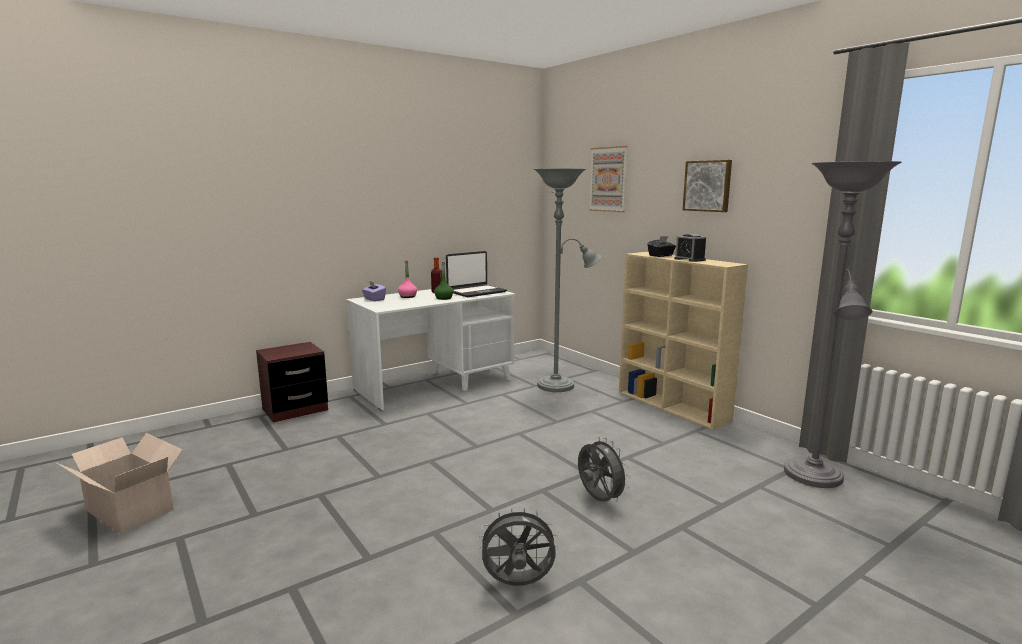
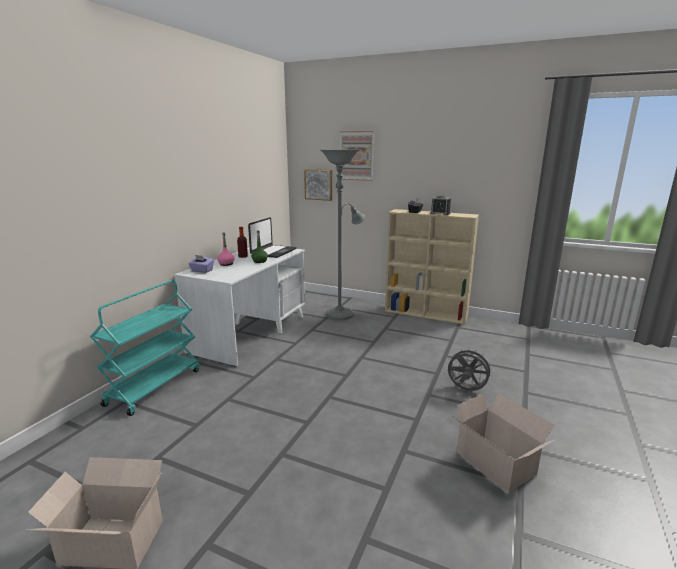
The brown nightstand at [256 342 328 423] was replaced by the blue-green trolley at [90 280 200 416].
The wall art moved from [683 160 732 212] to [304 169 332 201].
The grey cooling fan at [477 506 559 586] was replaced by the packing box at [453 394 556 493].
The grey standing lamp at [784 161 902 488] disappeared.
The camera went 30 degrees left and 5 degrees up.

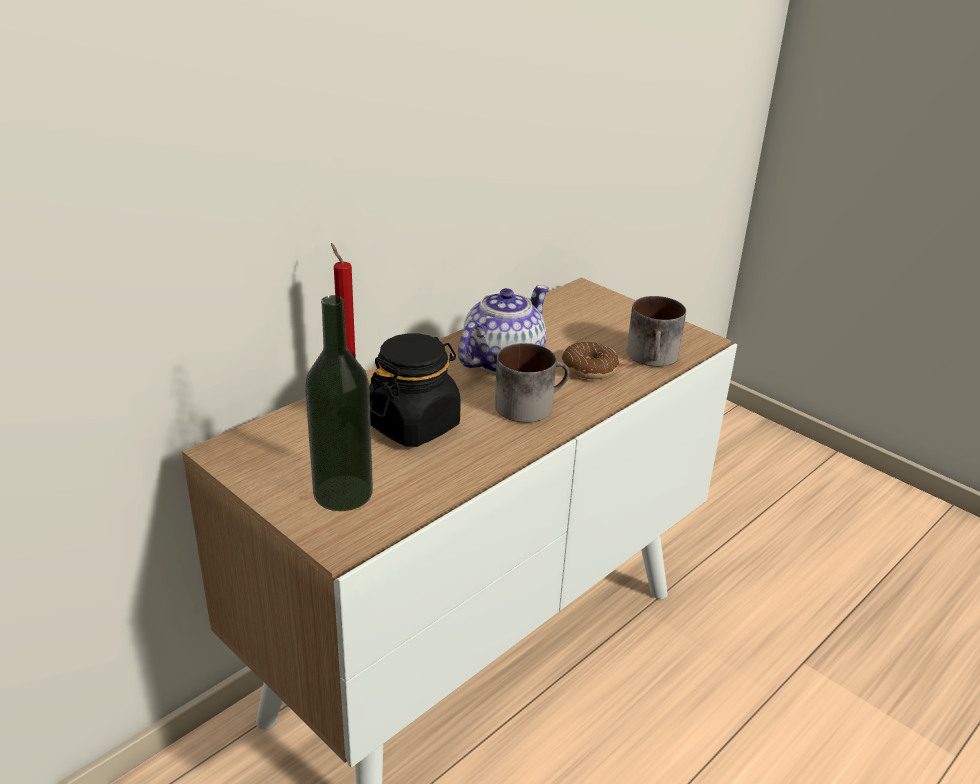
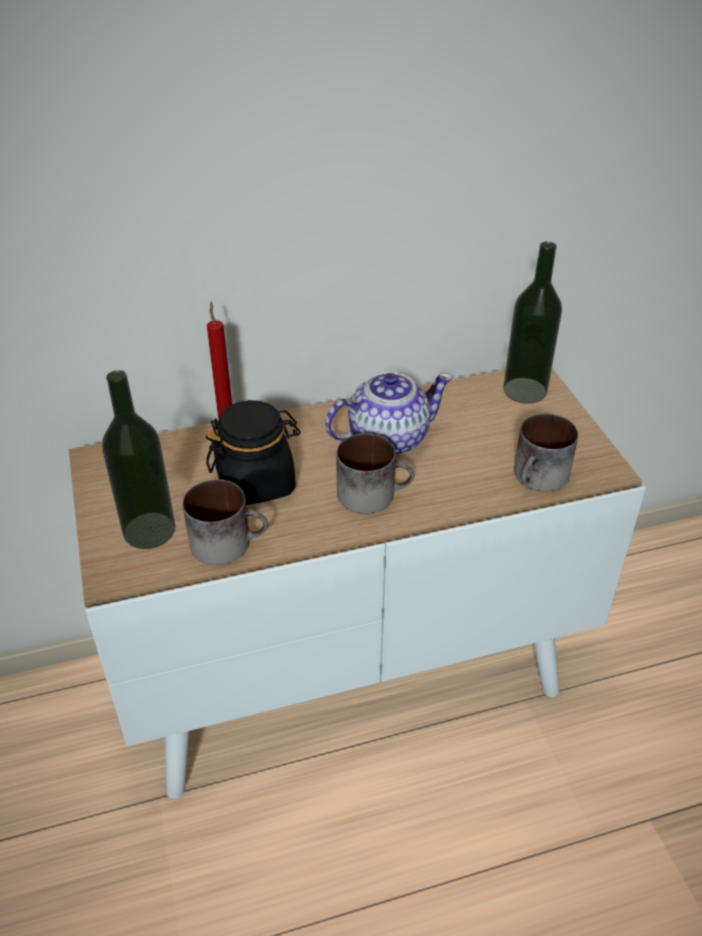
The coffee mug at [183 479 268 565] appeared.
The beverage bottle at [503 241 562 404] appeared.
The ring doughnut at [562 342 619 379] disappeared.
The camera went 30 degrees right and 10 degrees up.

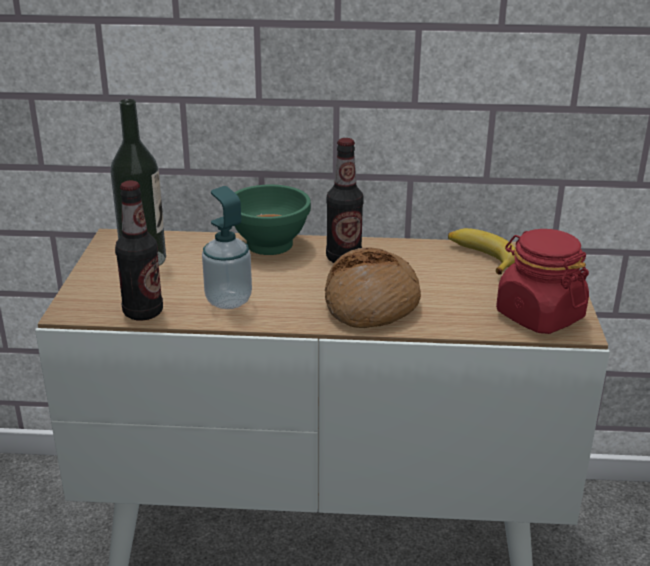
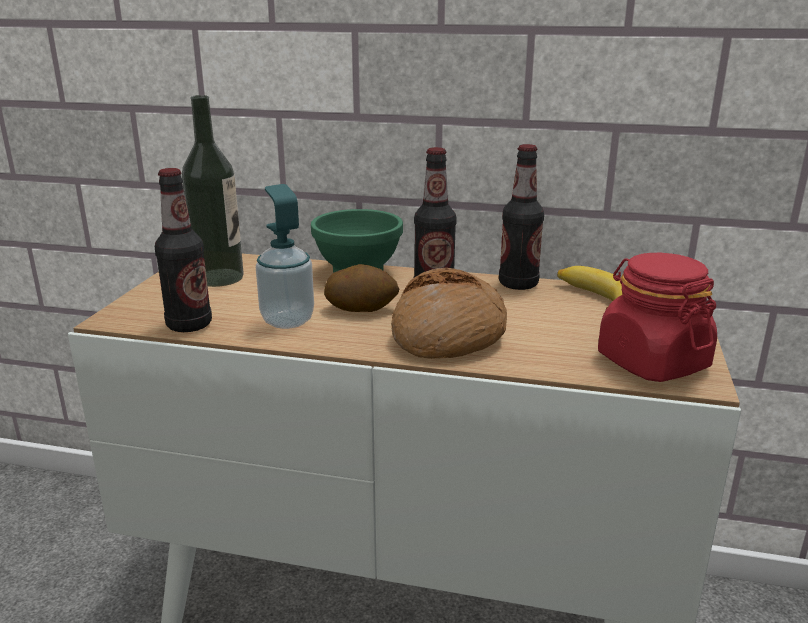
The spud at [324 264 399 312] appeared.
The beverage bottle at [499 144 544 290] appeared.
The camera went 10 degrees right and 5 degrees down.

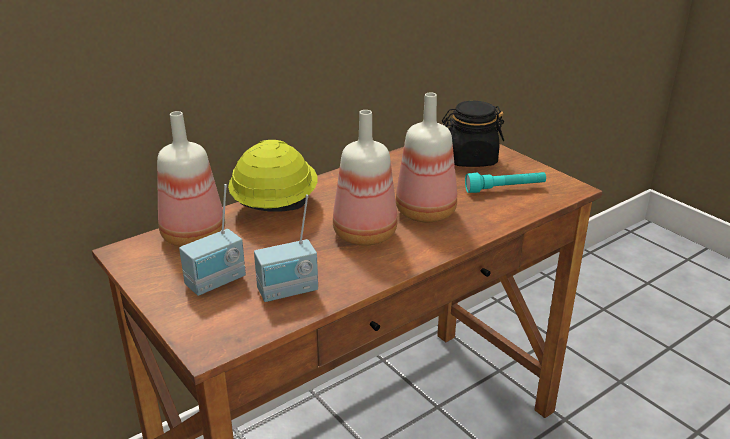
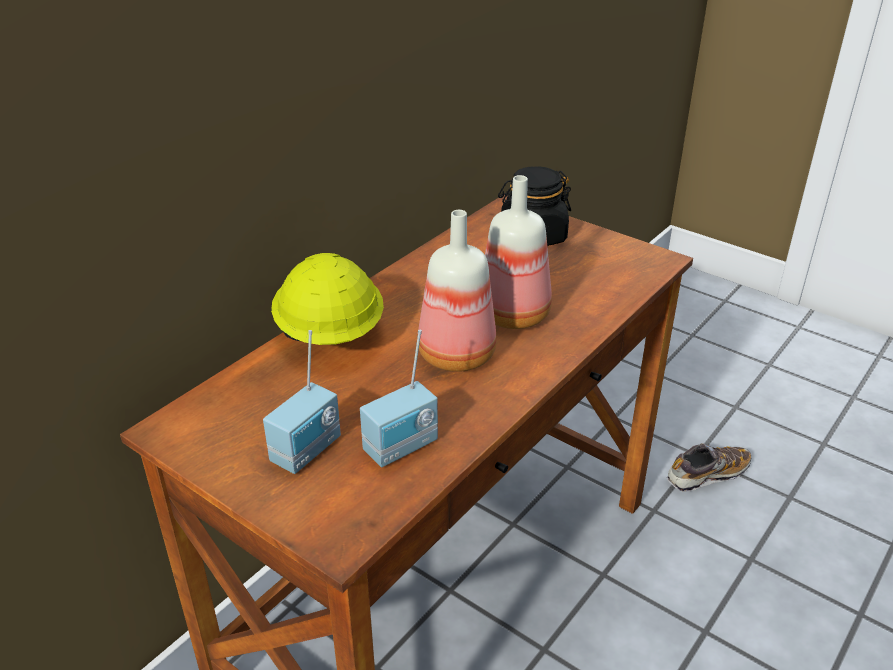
The item of footwear at [666 443 751 492] appeared.
The beverage bottle at [157 111 225 247] disappeared.
The blue-green flashlight at [465 172 546 193] disappeared.
The camera went 15 degrees left and 5 degrees up.

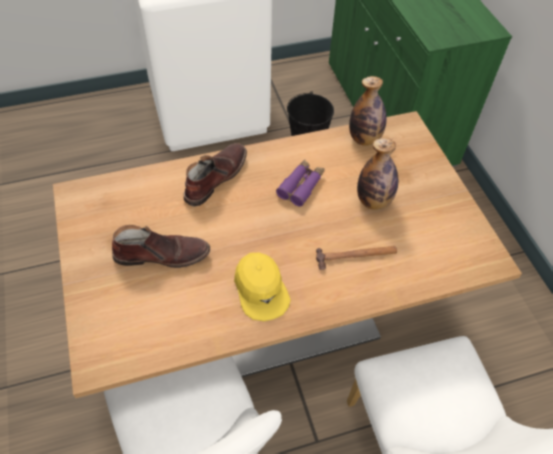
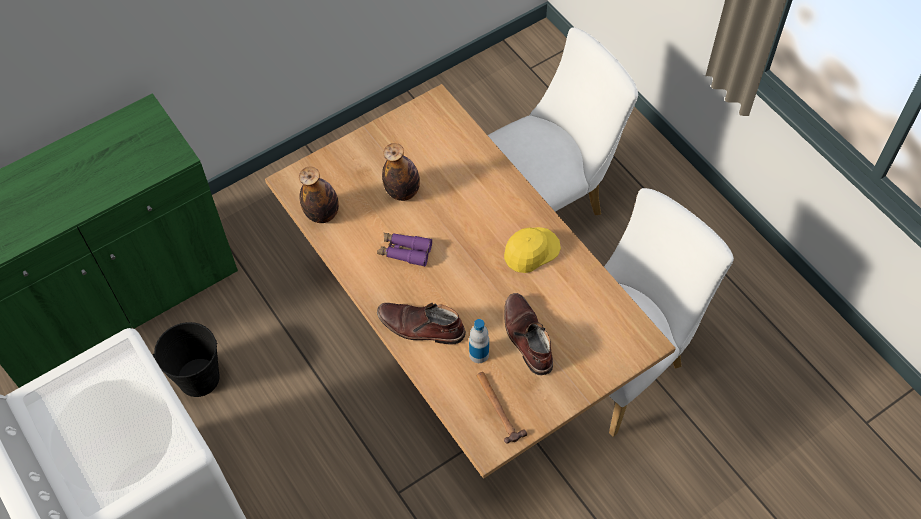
The beverage bottle at [469 319 489 363] appeared.
The hammer moved from [316 246 397 270] to [477 372 527 443].
The camera went 105 degrees left and 5 degrees up.

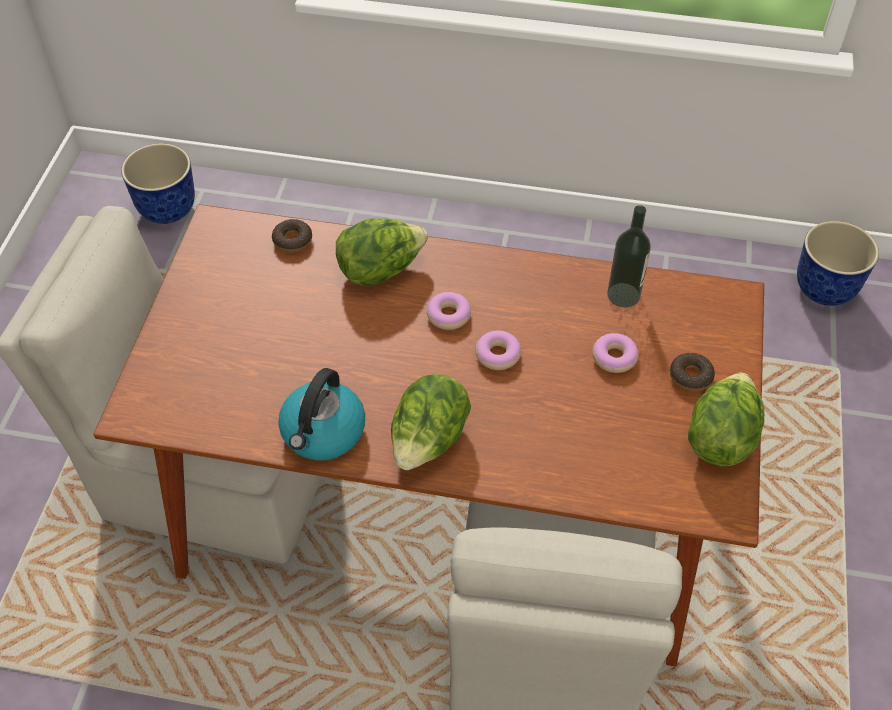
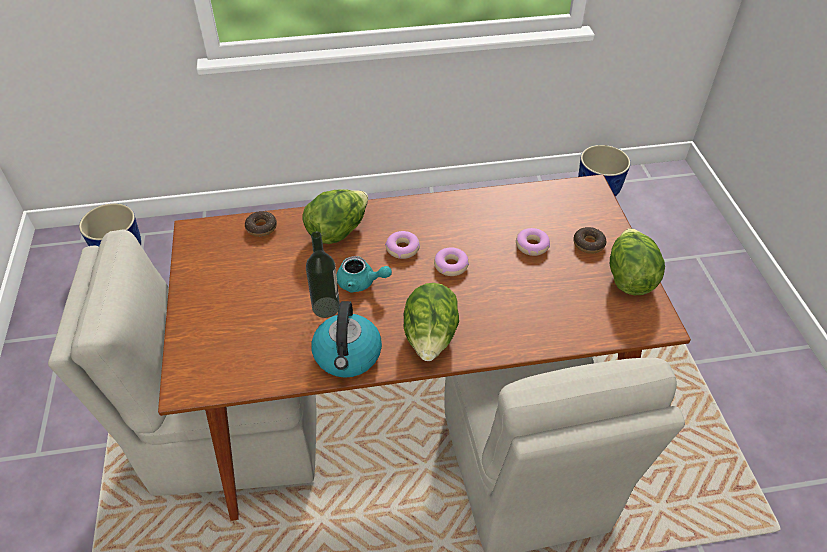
The beverage bottle moved from [607 205 651 307] to [306 231 340 318].
The blue-green teapot at [337 256 392 293] appeared.
The camera went 20 degrees left and 5 degrees down.

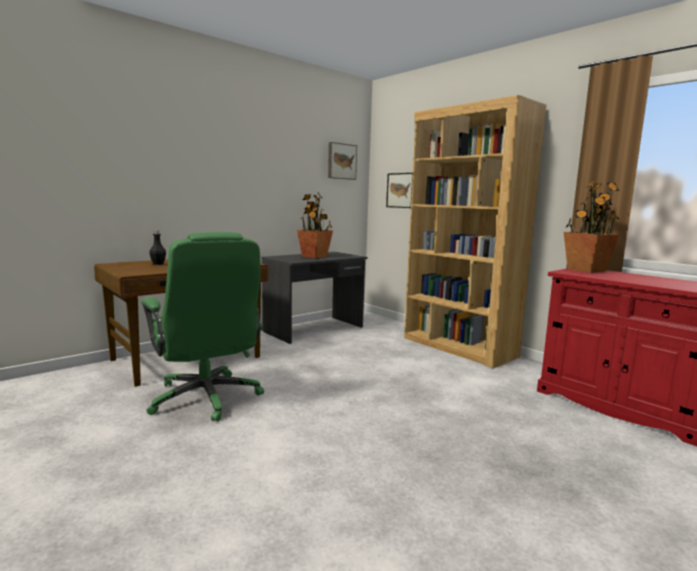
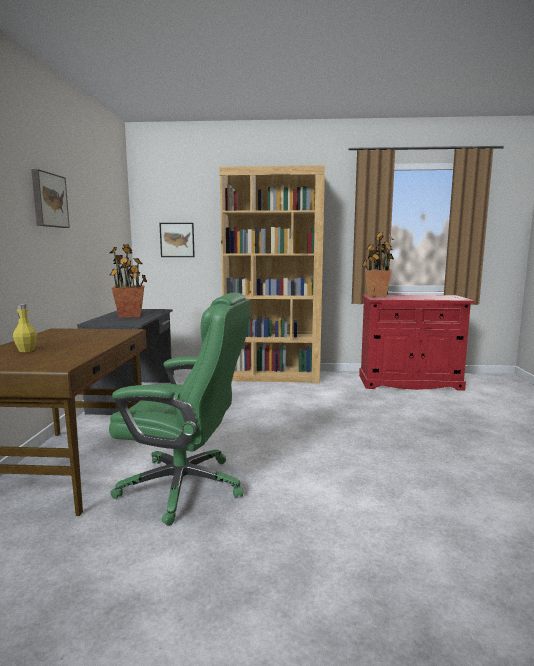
The blackish beverage bottle at [149 230 166 265] became the yellow-coloured beverage bottle at [13 304 37 352].
The wall art moved from [328 142 357 180] to [31 169 70 228].
The camera went 45 degrees left and 0 degrees up.

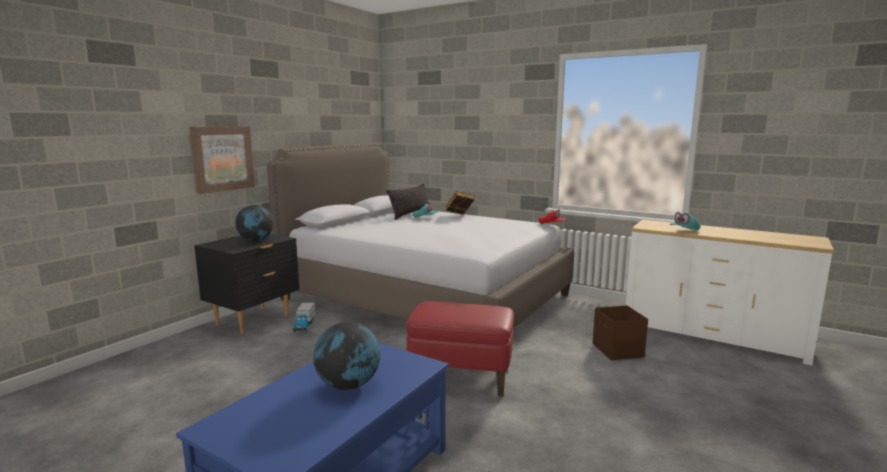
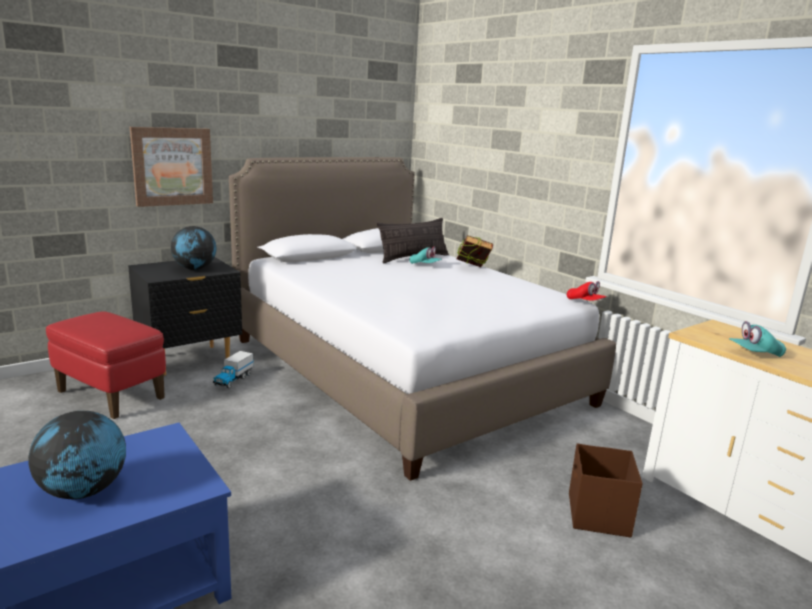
The red-coloured ottoman moved from [407 301 514 396] to [46 311 166 419].
The camera went 20 degrees right and 5 degrees up.

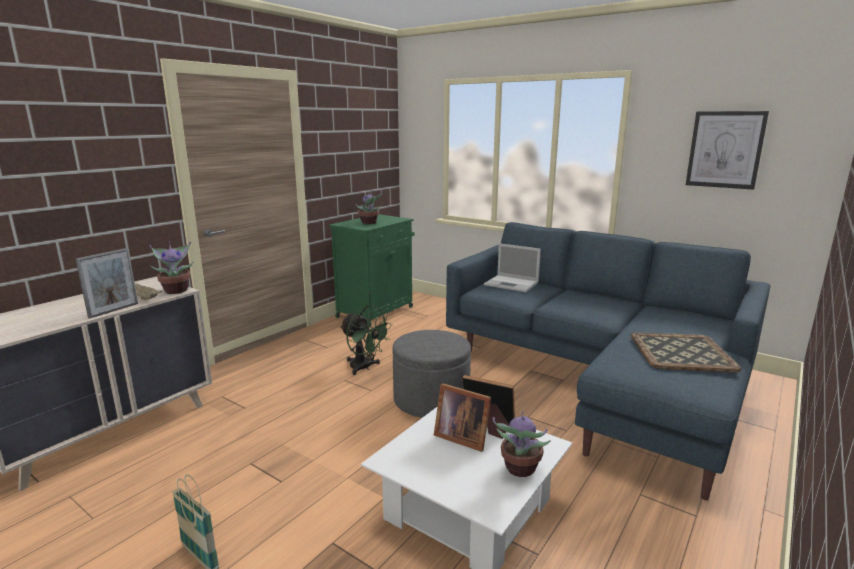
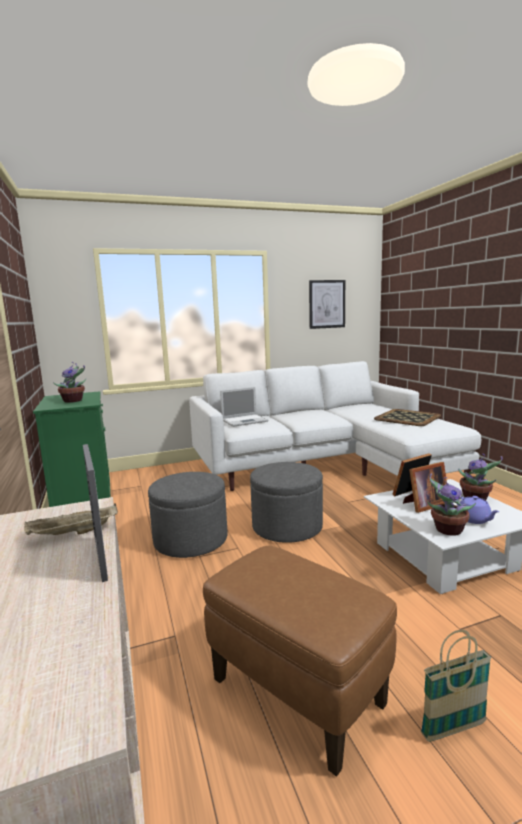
The green-coloured cooling fan at [340 305 392 375] was replaced by the grey ottoman at [148 472 228 558].
The blue couch at [446 222 770 500] became the white-coloured couch at [189 361 481 491].
The brown ottoman at [203 546 397 777] appeared.
The plant in a pot moved from [149 241 194 294] to [427 474 476 536].
The purplish teapot at [457 496 499 524] appeared.
The camera went 55 degrees left and 5 degrees down.

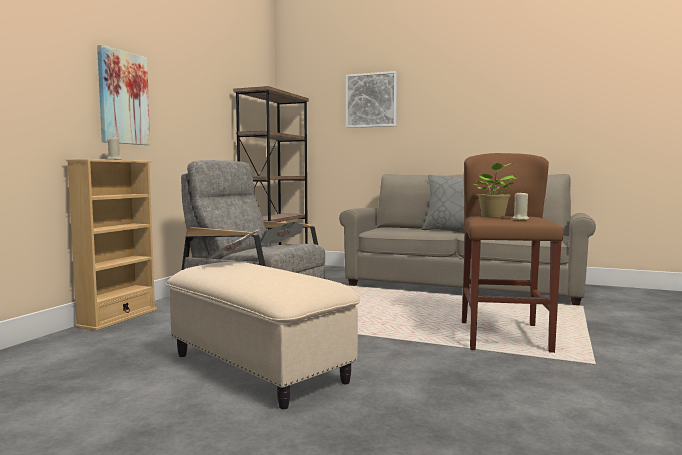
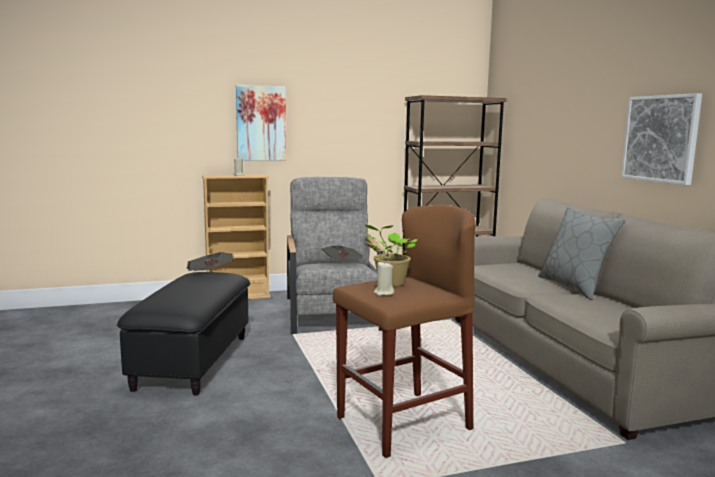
The beige ottoman at [166 262 360 409] became the blackish ottoman at [117 272 250 396].
The wall art moved from [346 71 397 128] to [621 93 702 185].
The camera went 50 degrees right and 5 degrees up.

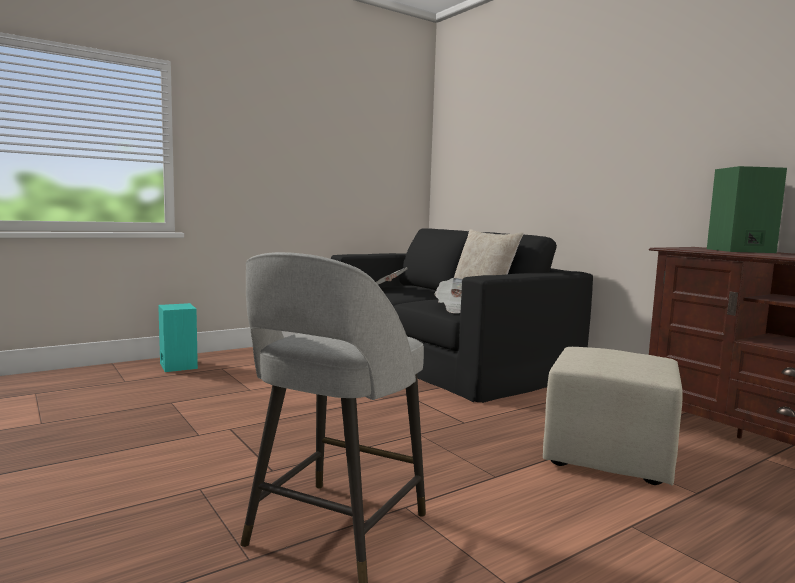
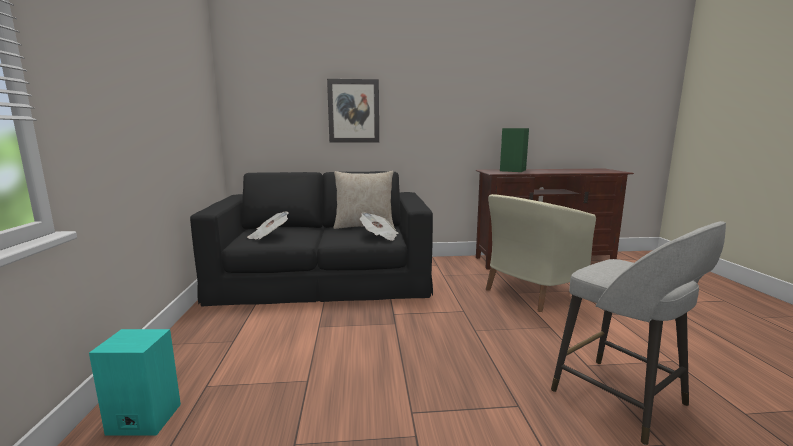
The wall art at [327 79 379 143] appeared.
The beige ottoman at [543 347 683 486] was replaced by the beige lounge chair at [486 194 596 312].
The camera went 60 degrees left and 5 degrees up.

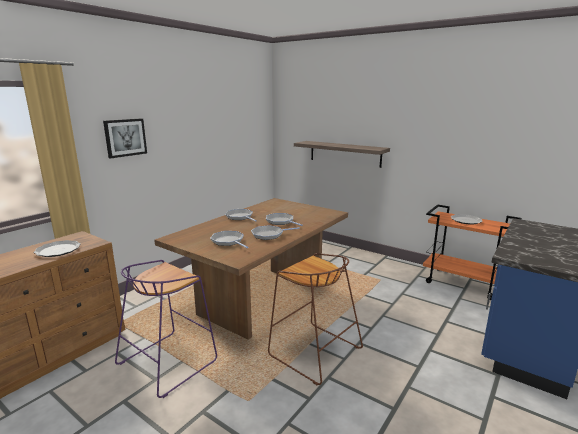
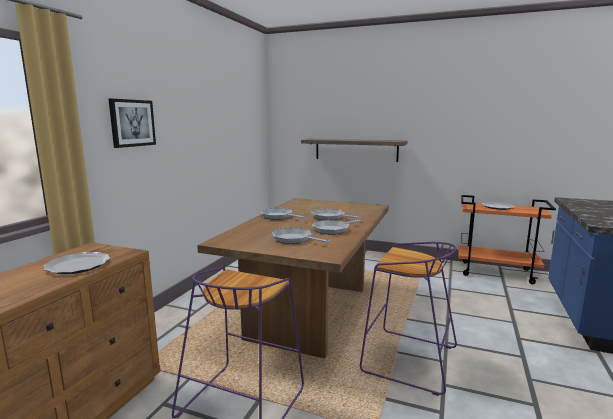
The brown sitting stool at [268 253 363 385] became the purplish sitting stool at [360 242 457 396].
The camera went 15 degrees left and 5 degrees down.

